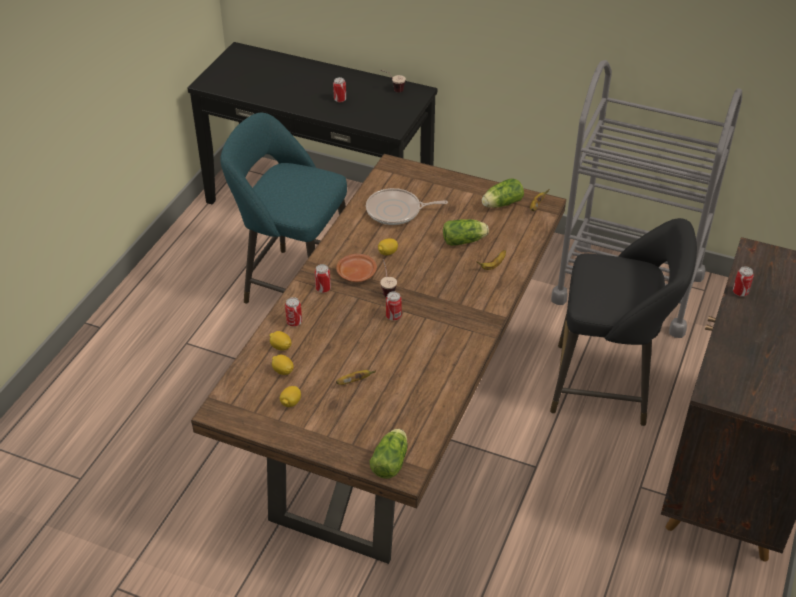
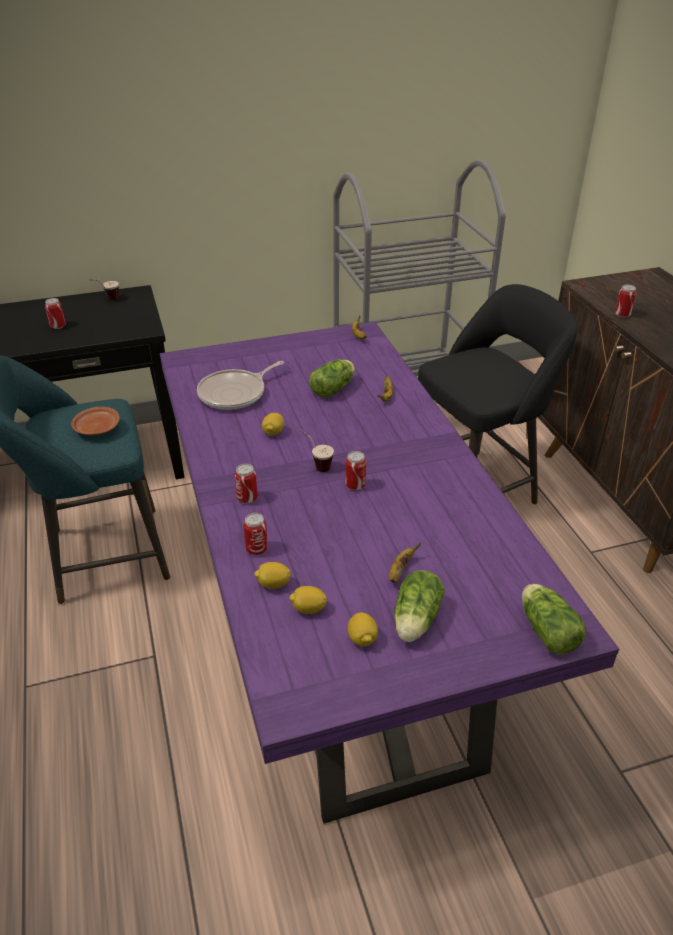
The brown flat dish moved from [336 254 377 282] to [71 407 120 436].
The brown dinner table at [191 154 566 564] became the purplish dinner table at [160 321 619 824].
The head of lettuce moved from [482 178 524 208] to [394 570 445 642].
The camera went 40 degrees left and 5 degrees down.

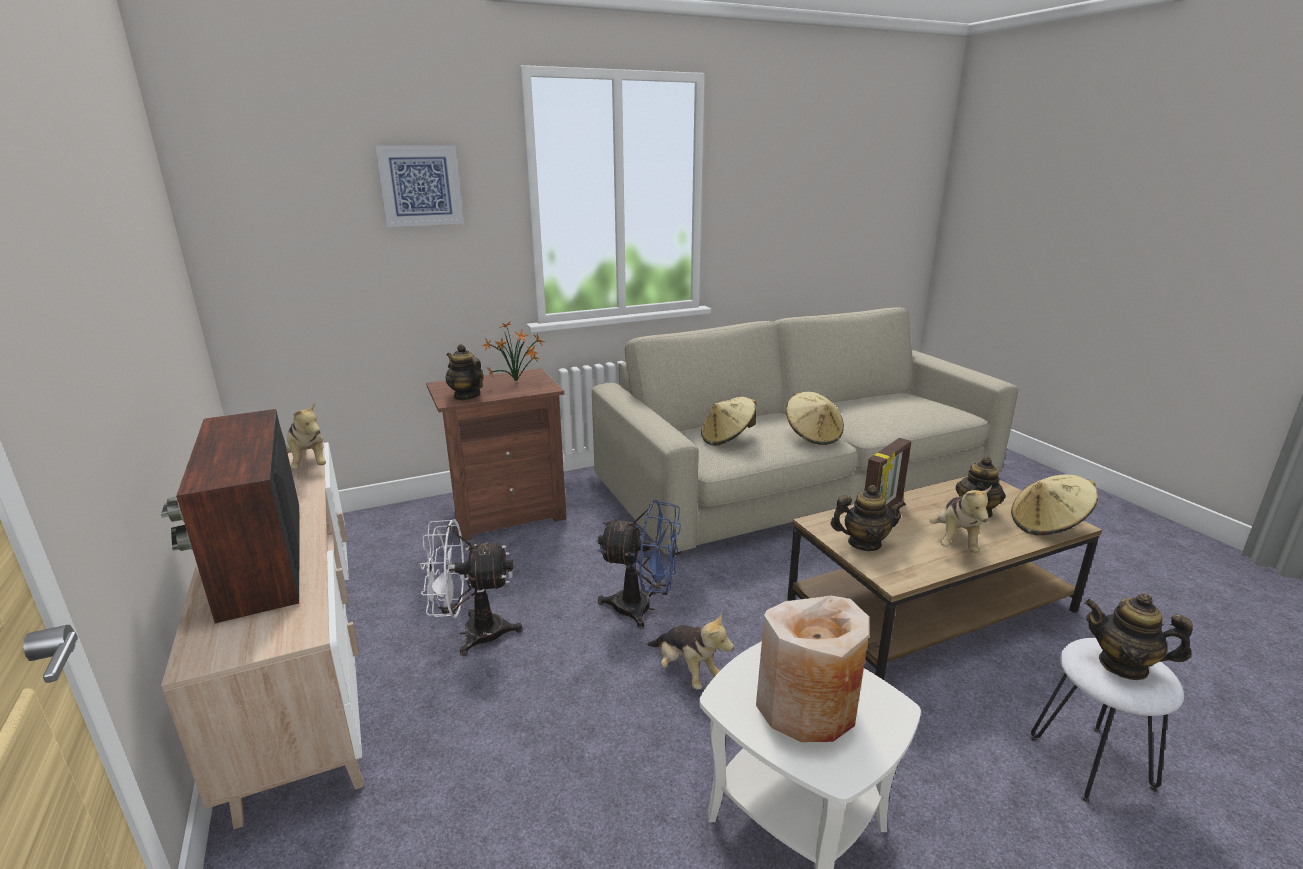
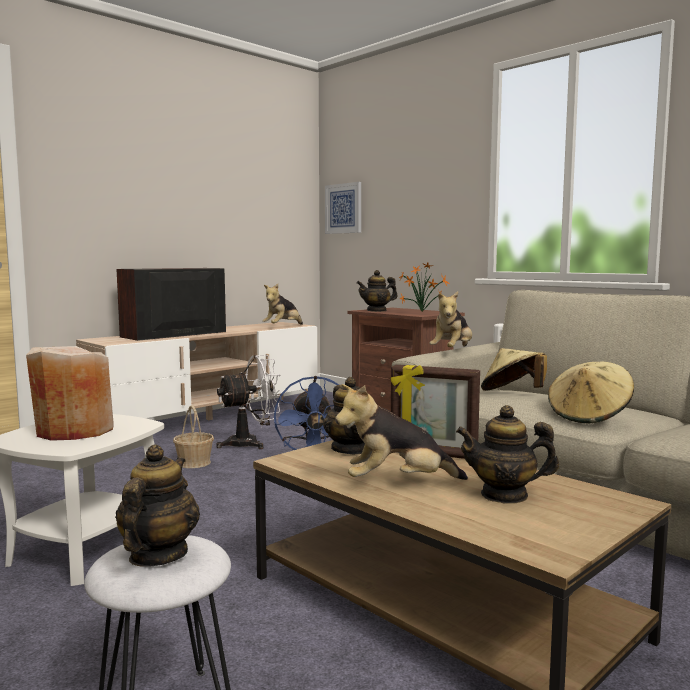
The household basket at [173 405 214 468] appeared.
The white-coloured cooling fan at [420 519 523 656] turned 90 degrees clockwise.
The wall art moved from [375 145 463 227] to [325 182 361 234].
The teapot at [446 344 484 400] turned 135 degrees counterclockwise.
The cuddly toy moved from [647 612 734 690] to [429 292 472 347].
The beige hat at [1011 474 1098 535] disappeared.
The camera went 70 degrees right and 15 degrees down.

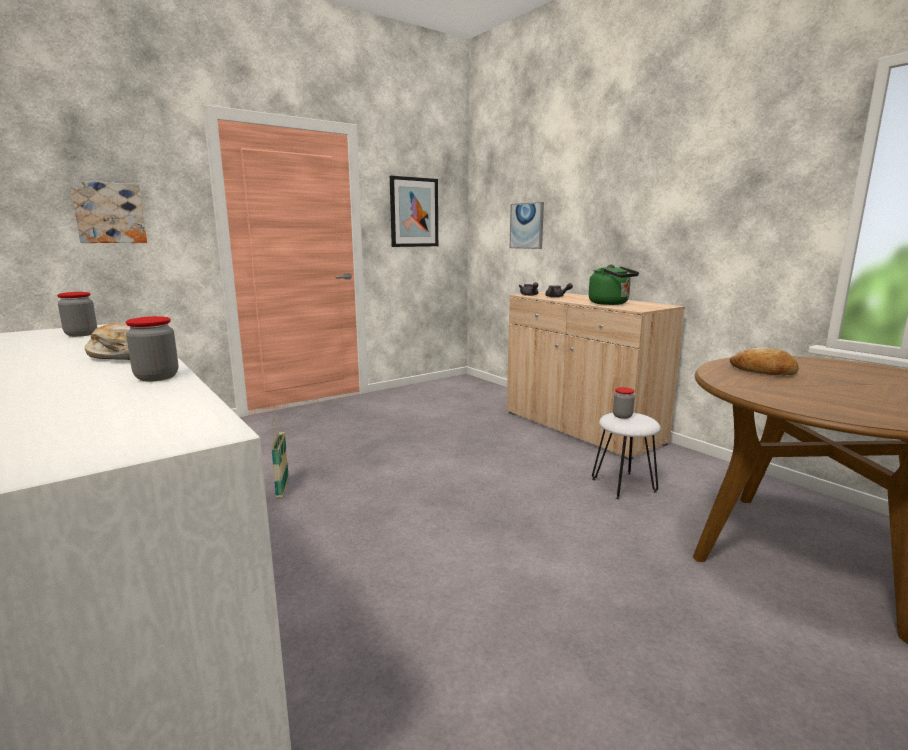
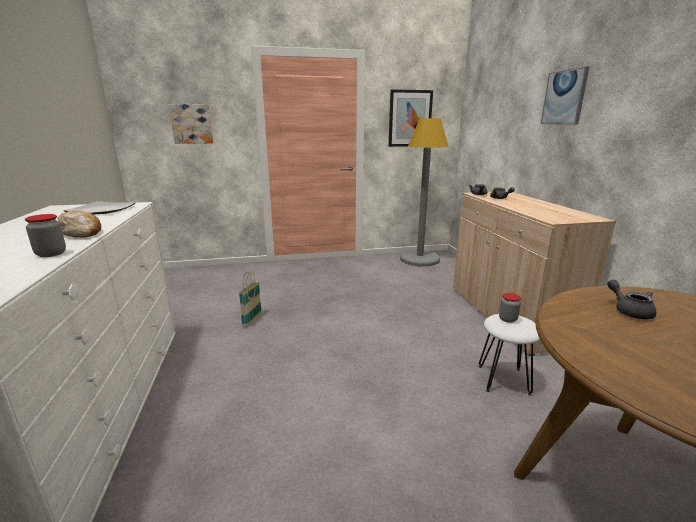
The preserve jar at [57 292 97 337] was replaced by the flat dish at [63 201 136 214].
The grey standing lamp at [400 118 449 266] appeared.
The wall art moved from [510 202 544 249] to [541 67 589 124].
The baked bread at [730 348 799 375] was replaced by the grey teapot at [607 280 656 319].
The green-coloured water kettle at [589 264 639 305] disappeared.
The camera went 25 degrees right and 5 degrees up.

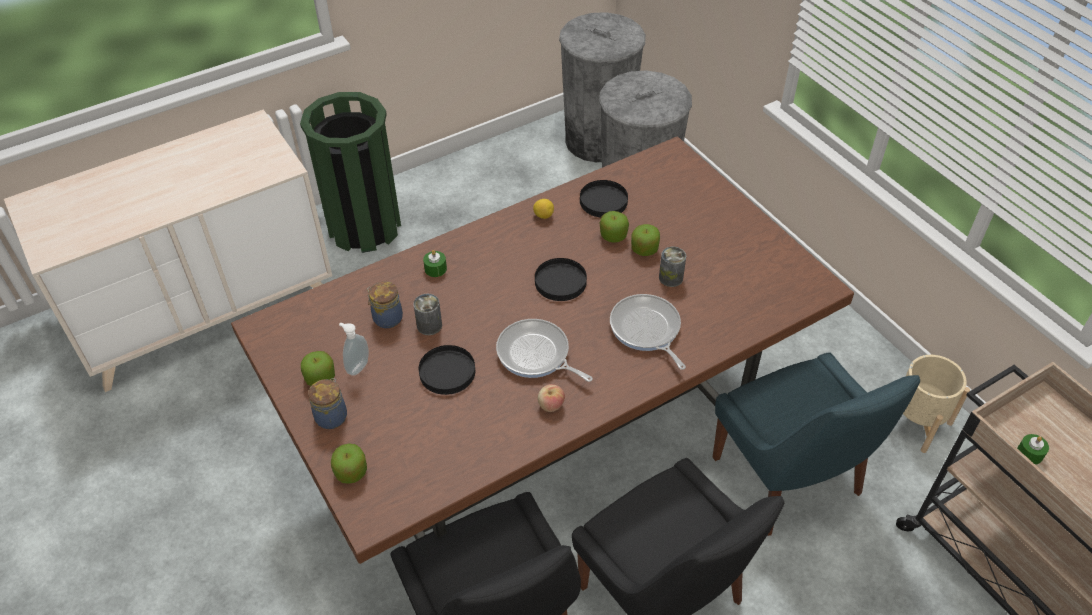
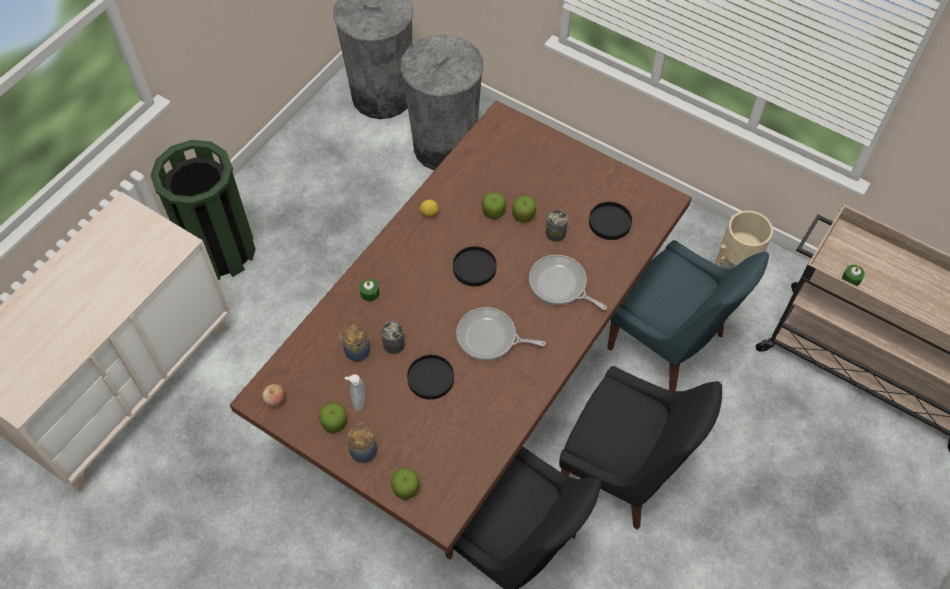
The apple fruit moved from [538 384 565 412] to [262 384 284 407].
The blackish flat dish moved from [580 180 628 218] to [589 202 632 240].
The camera went 25 degrees left and 10 degrees up.

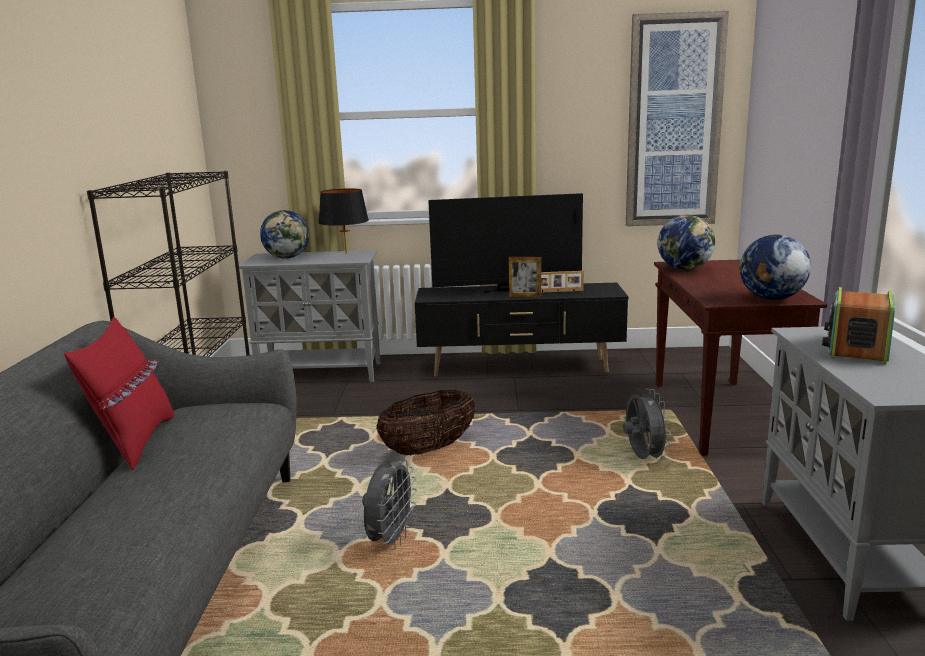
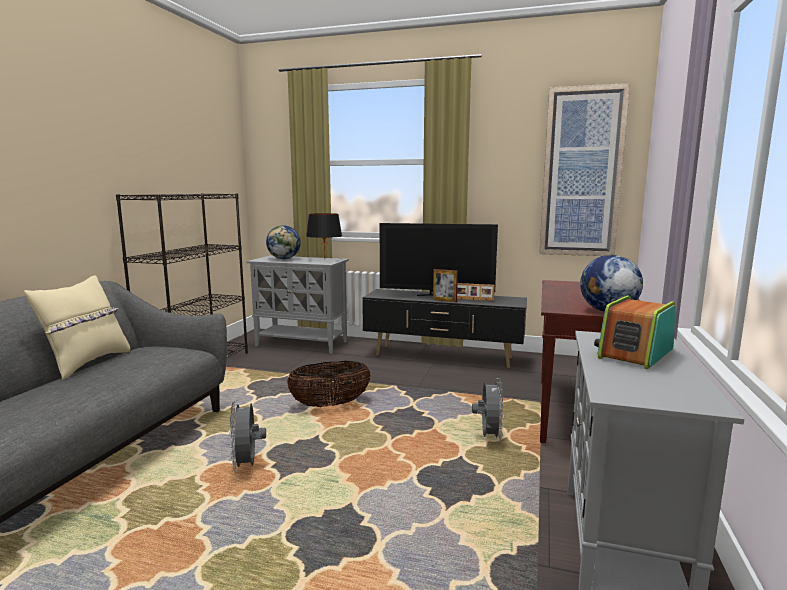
The red-coloured cushion at [64 317 175 470] became the beige cushion at [24 275 130 380].
The grey cooling fan at [362 459 417 550] turned 135 degrees clockwise.
The world globe at [657 215 715 270] disappeared.
The camera went 15 degrees right and 5 degrees down.

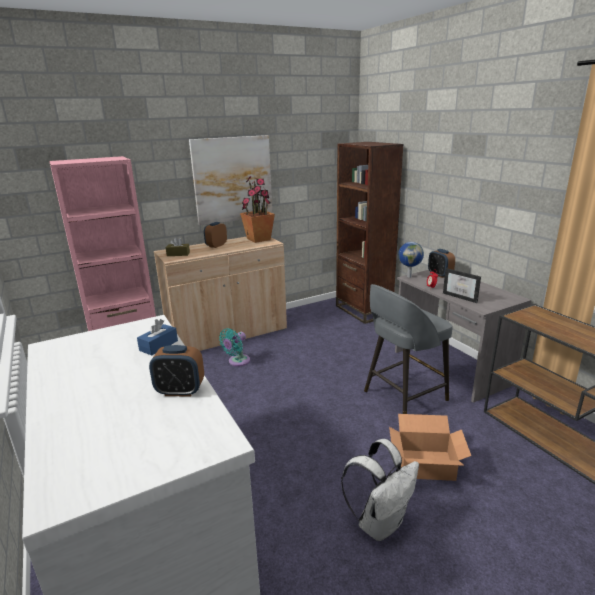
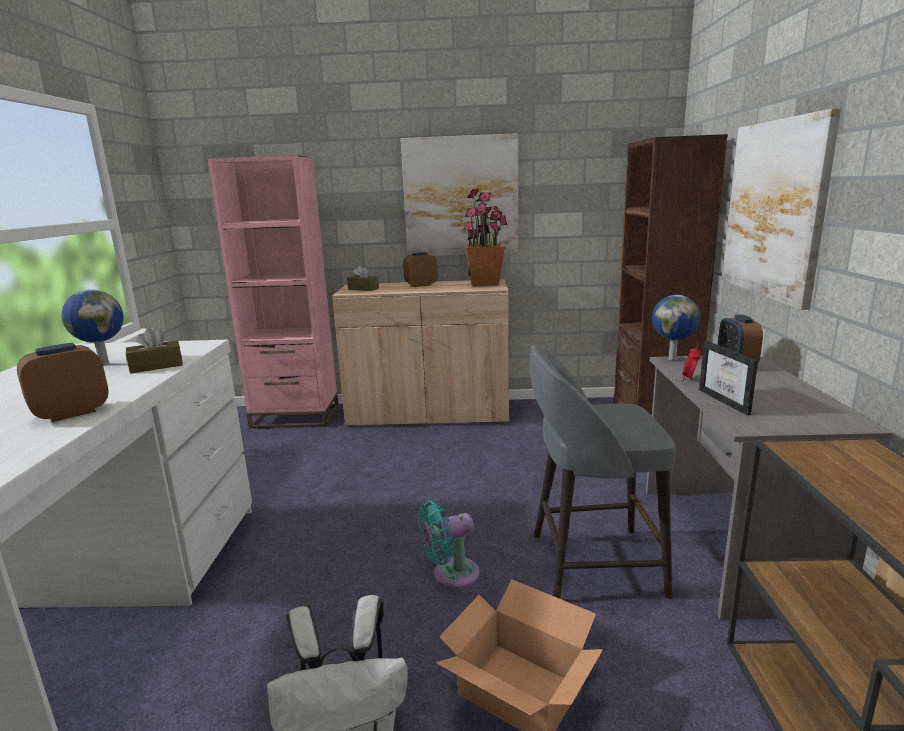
The table clock at [149 345 204 397] turned 105 degrees clockwise.
The world globe at [62 289 124 366] appeared.
The blue tissue holder at [137 319 178 355] became the brown tissue holder at [126 327 183 374].
The blue-green cooling fan moved from [219 328 250 366] to [418 500 479 589].
The wall art at [722 108 841 310] appeared.
The camera went 30 degrees right and 5 degrees down.

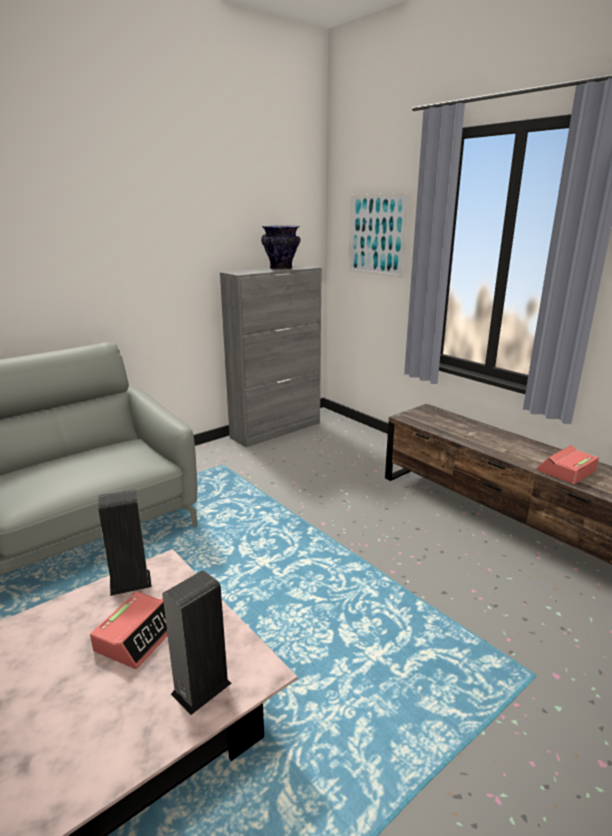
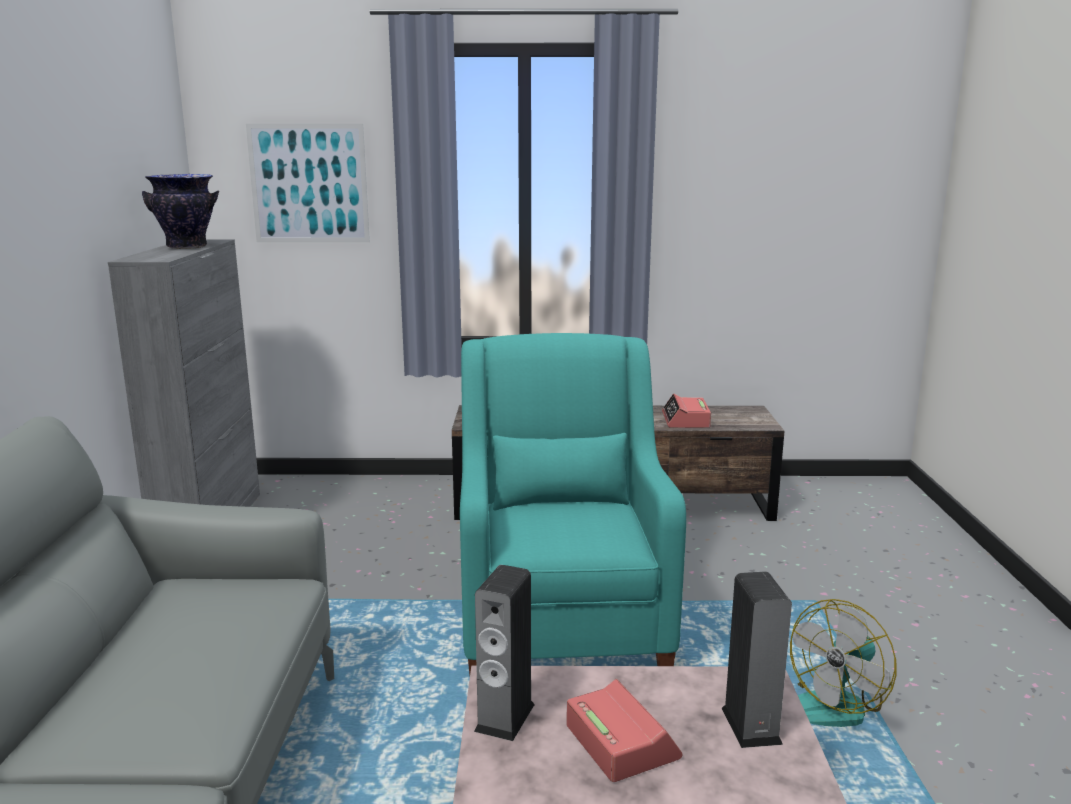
The blue-green lounge chair at [460 333 686 675] appeared.
The cooling fan at [790 599 896 727] appeared.
The camera went 50 degrees left and 5 degrees down.

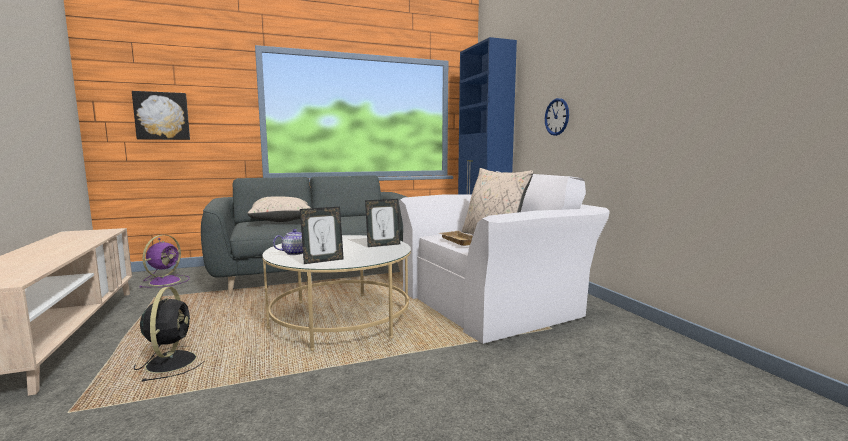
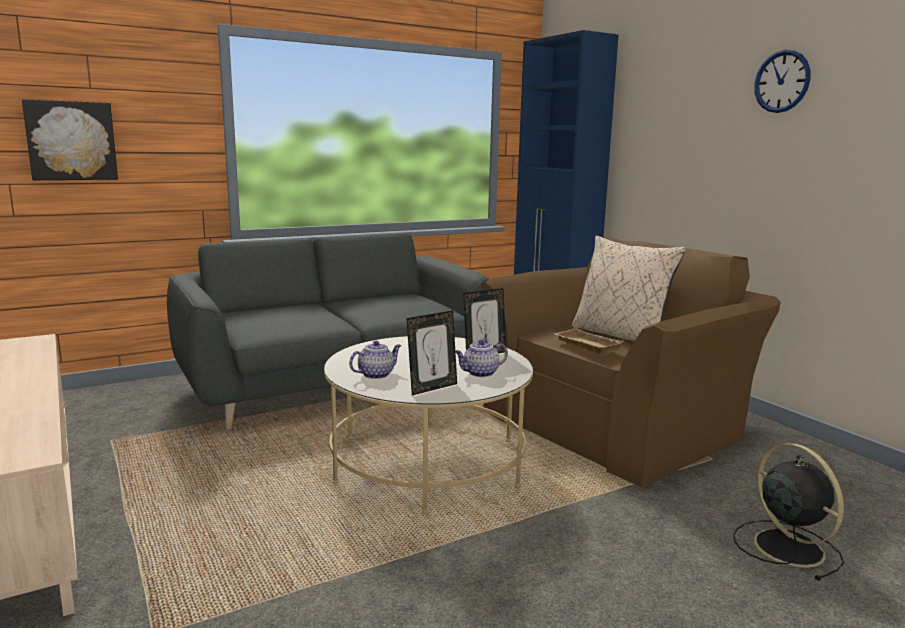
The teapot at [455 339 508 377] appeared.
The white-coloured lounge chair at [399 171 610 344] became the brown lounge chair at [481 236 781 487].
The blackish cooling fan moved from [134 287 203 382] to [733 443 844 581].
The wall clock moved from [545 98 569 136] to [754 50 810 113].
The purplish cooling fan at [139 235 190 288] disappeared.
The beige cushion at [247 196 311 222] disappeared.
The camera went 10 degrees left and 5 degrees up.

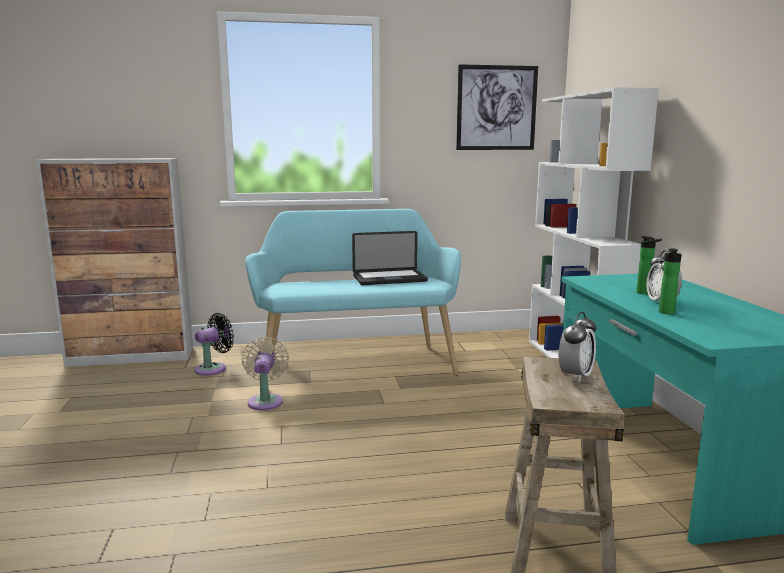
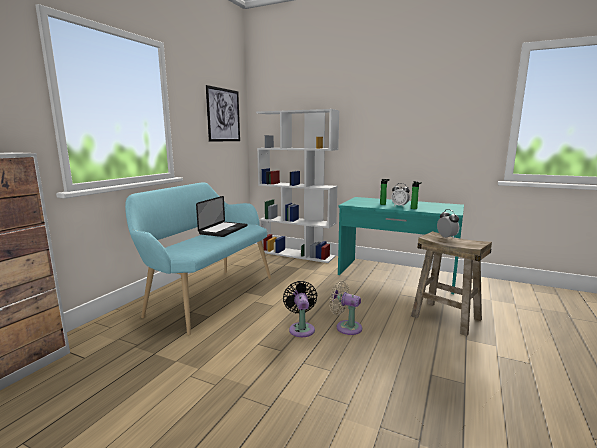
The blackish cooling fan moved from [195 313 234 376] to [283 281 317 337].
The beige cooling fan moved from [242 337 289 410] to [329 281 362 335].
The camera went 55 degrees left and 0 degrees up.

